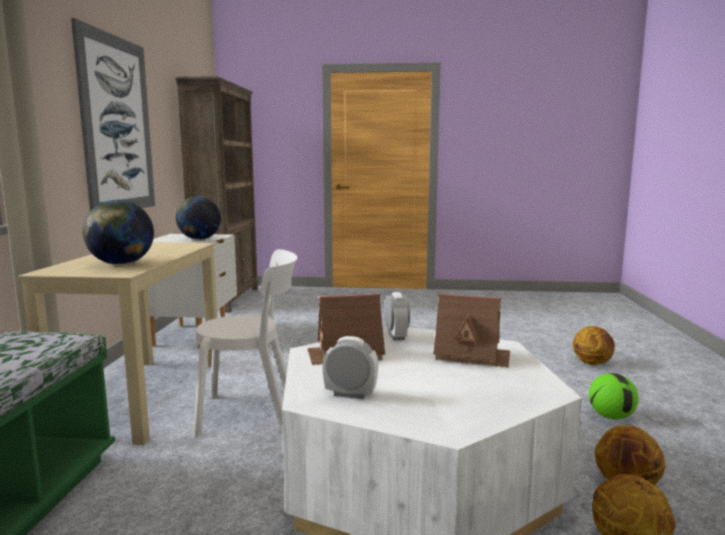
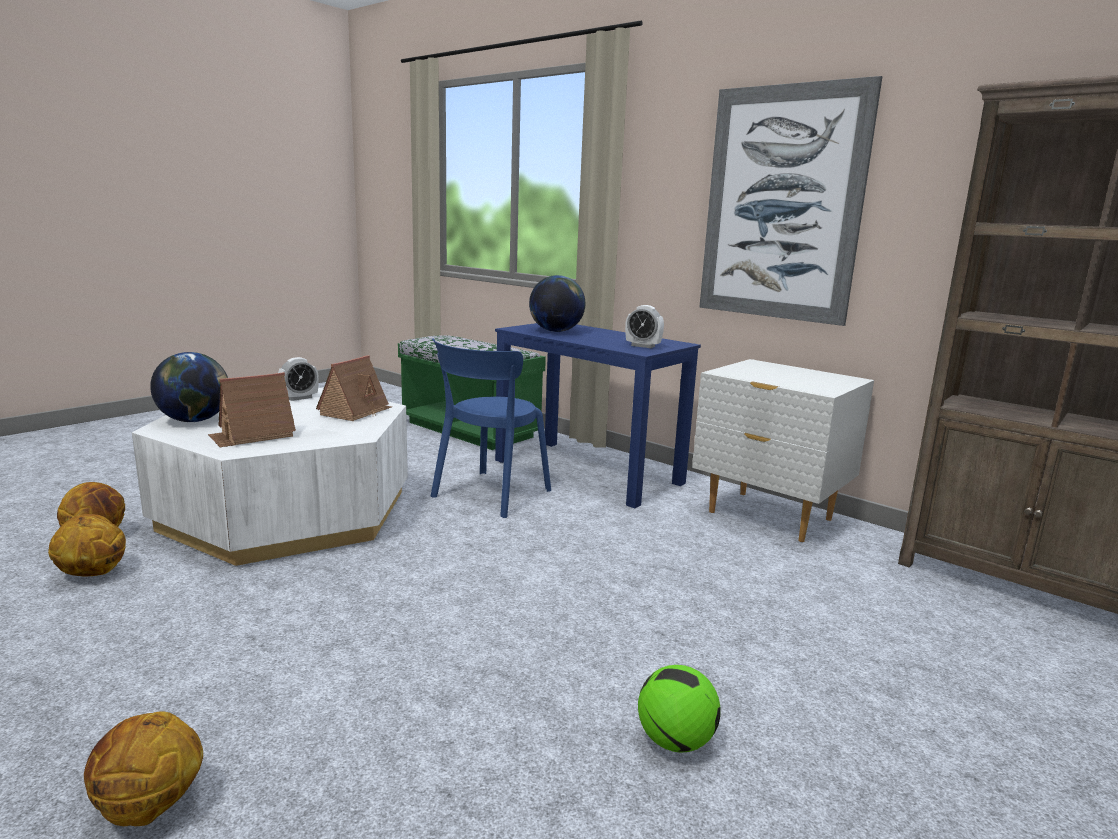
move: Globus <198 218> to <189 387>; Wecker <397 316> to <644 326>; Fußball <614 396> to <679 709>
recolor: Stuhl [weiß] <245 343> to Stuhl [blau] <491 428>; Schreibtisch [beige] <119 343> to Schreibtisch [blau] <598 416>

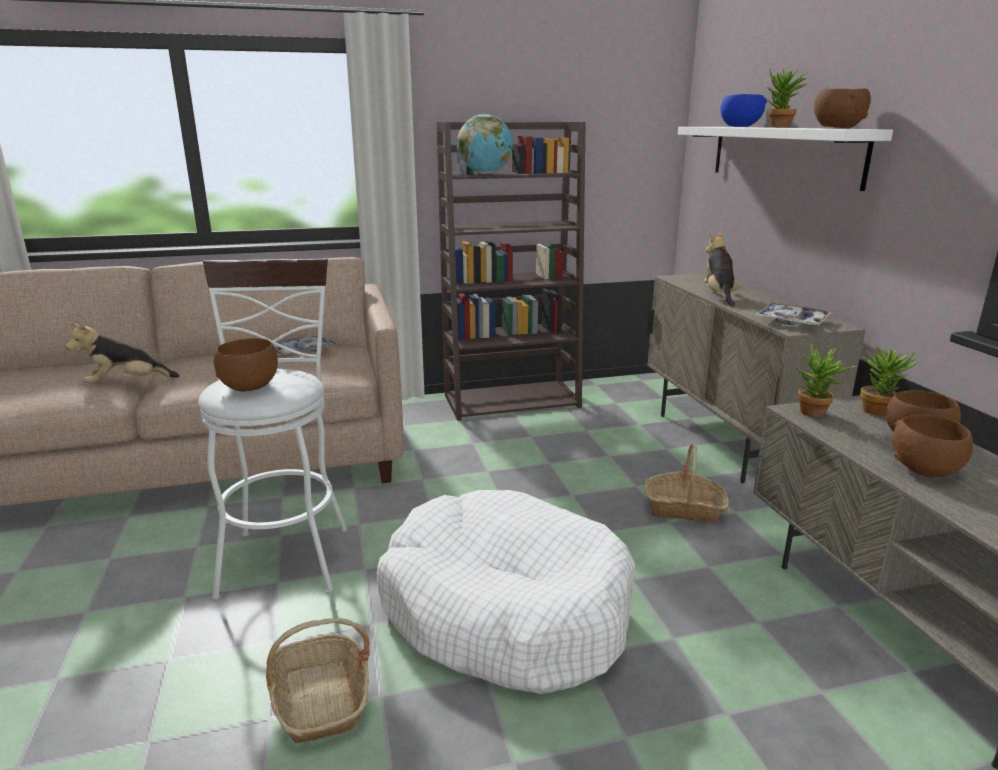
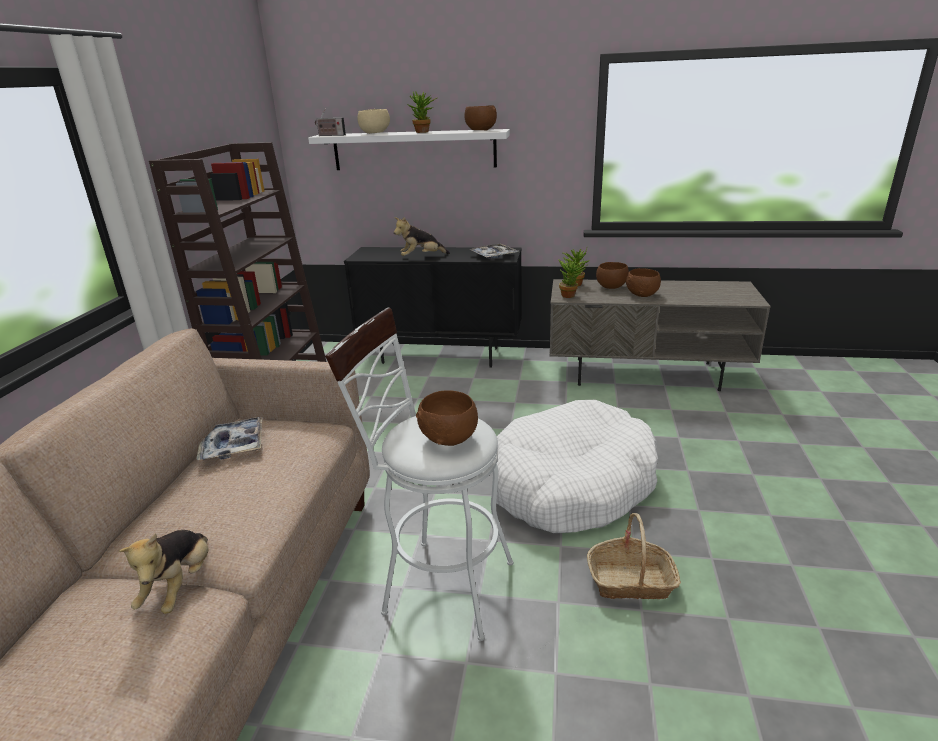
delete: Globus <485 144>; Korb <686 483>
insert: Radio <330 122>
recolor: Schrank [beige] <756 378> to Schrank [schwarz] <433 307>; Schüssel [blau] <743 110> to Schüssel [beige] <373 121>
rotate: Plüschtier <723 269> = <422 236> 45 degrees counterclockwise

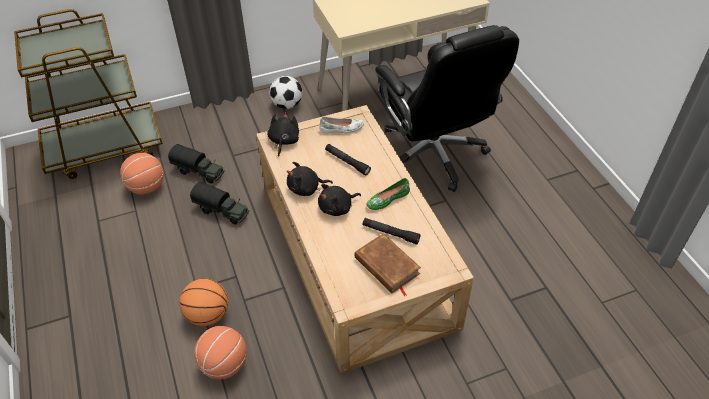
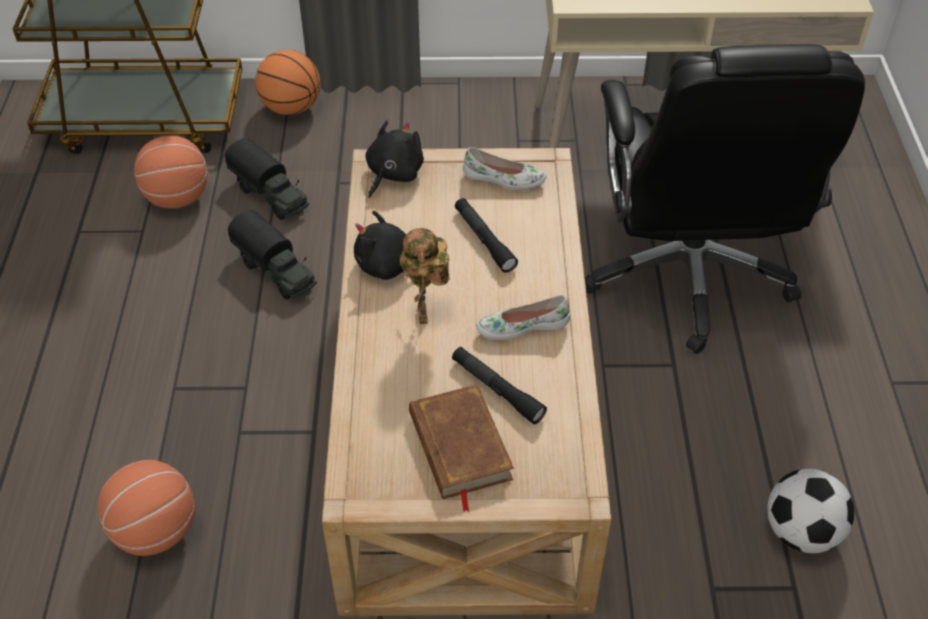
move: Basketball <203 302> to <287 82>; Fußball <285 92> to <810 511>
replace: Plüschtier [schwarz] <339 200> to Spielzeugroboter <425 276>
recolor: Schuh [grün] <388 194> to Schuh [weiß] <523 317>

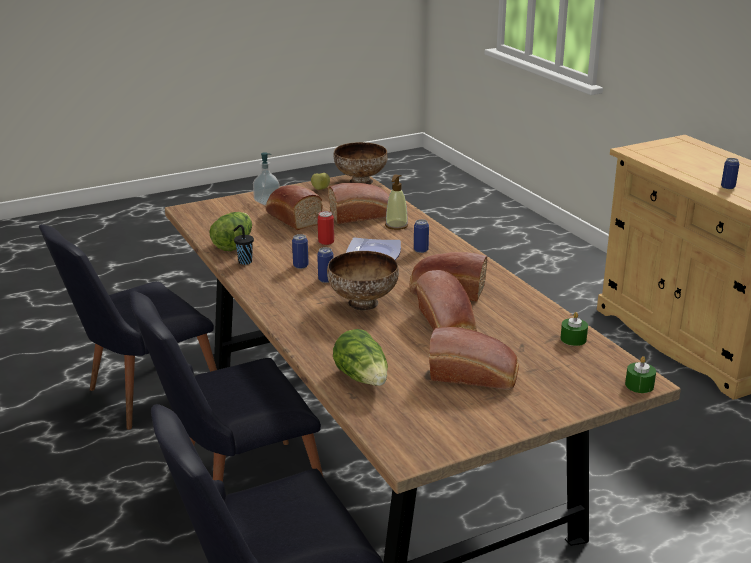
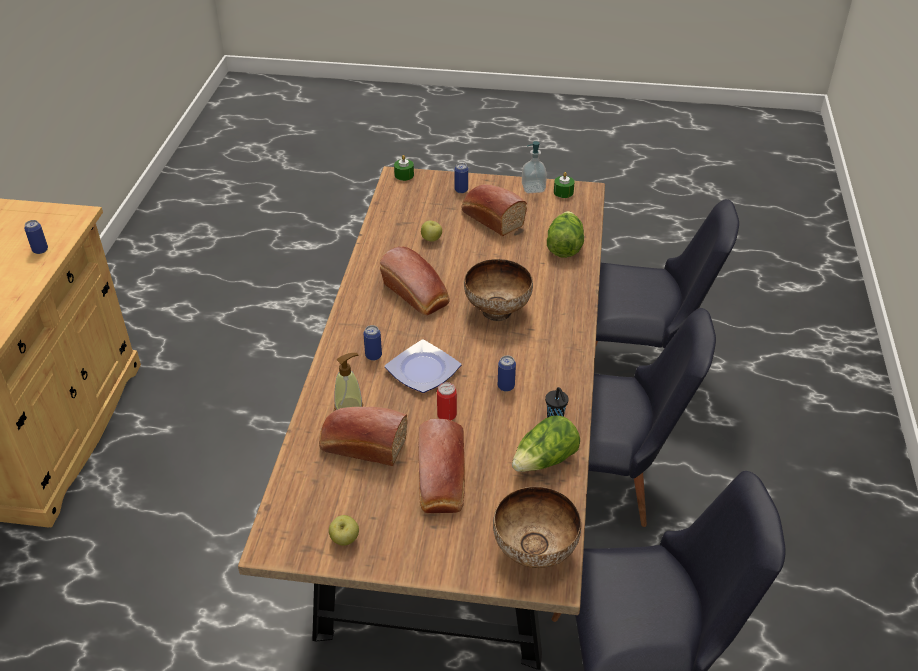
delete: Brot <446 300>
insert: Apfel <431 231>
move: Dose <325 265> to <461 178>; Schüssel <361 163> to <537 527>; Seifenspender <266 178> to <534 167>; Kerze [grün] <574 329> to <564 185>

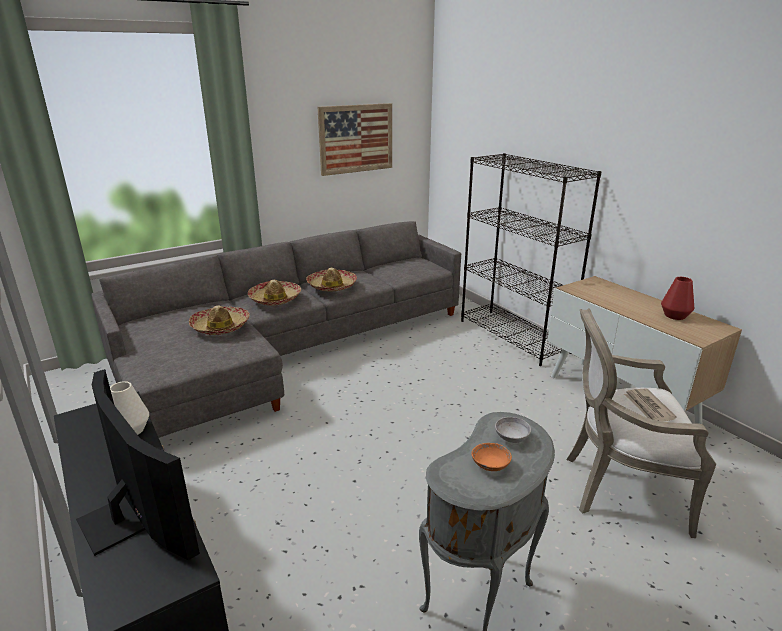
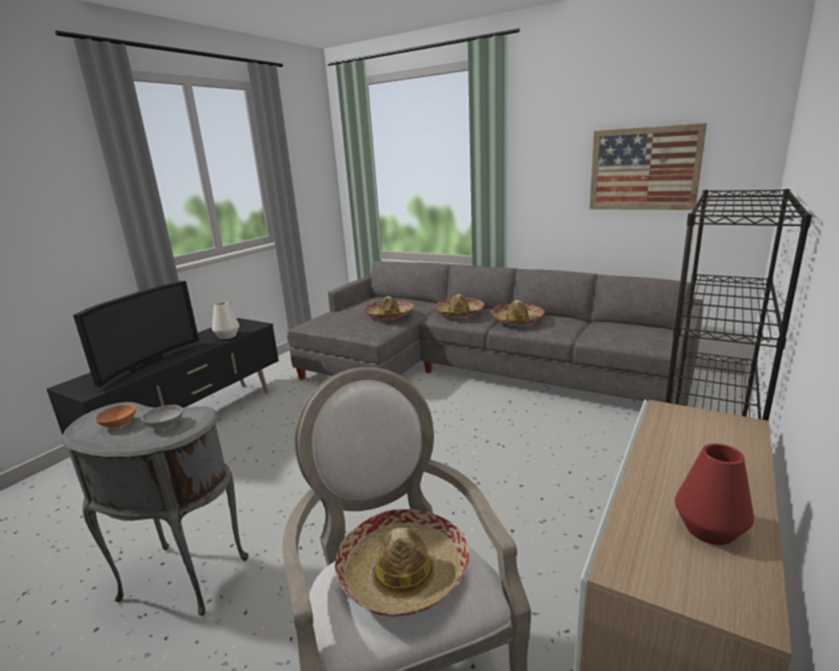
replace: Zeitung <650 405> to Hut <402 563>

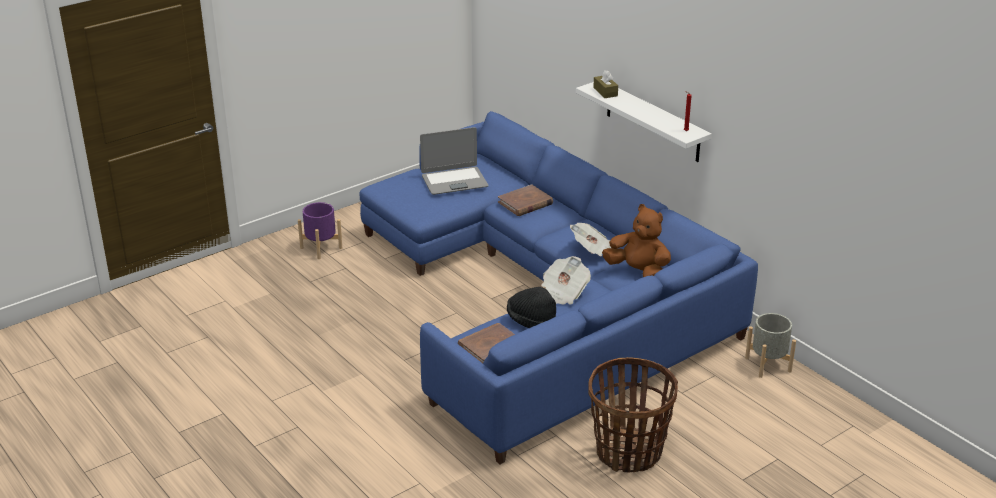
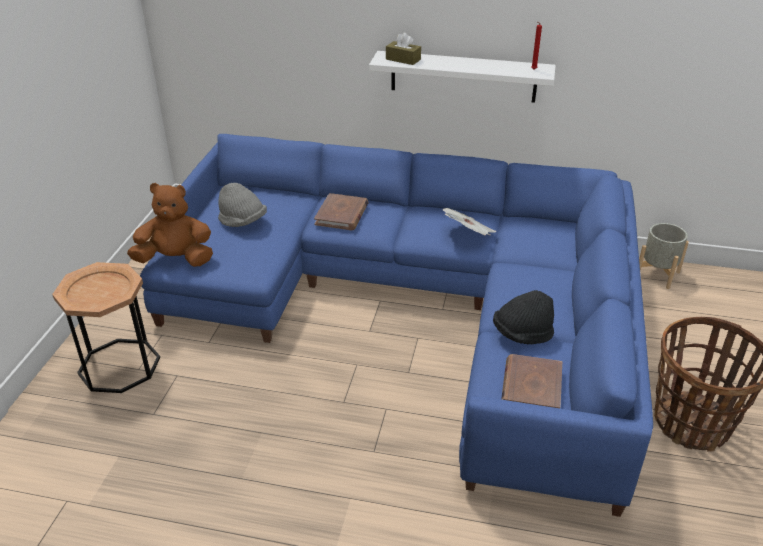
delete: Zeitung <566 280>
move: Plüschtier [braun] <636 240> to <170 225>
replace: Pflanzkübel [lila] <320 230> to Beistelltisch [braun] <106 327>; Laptop <454 161> to Hut [grau] <242 205>

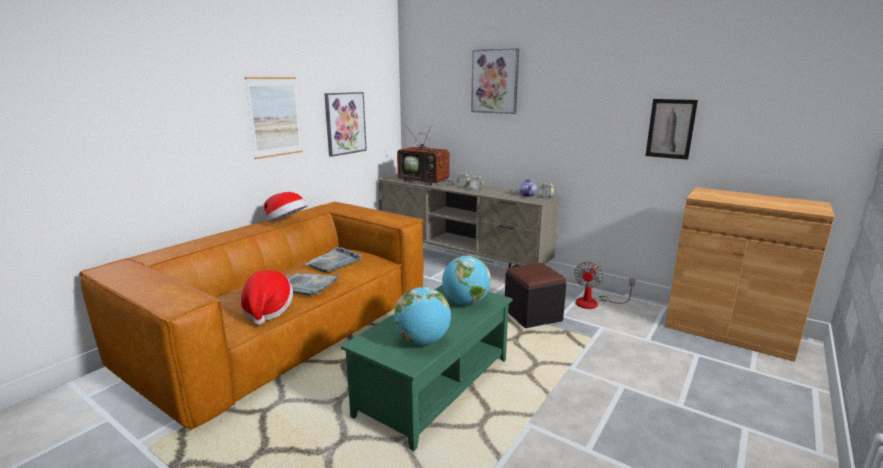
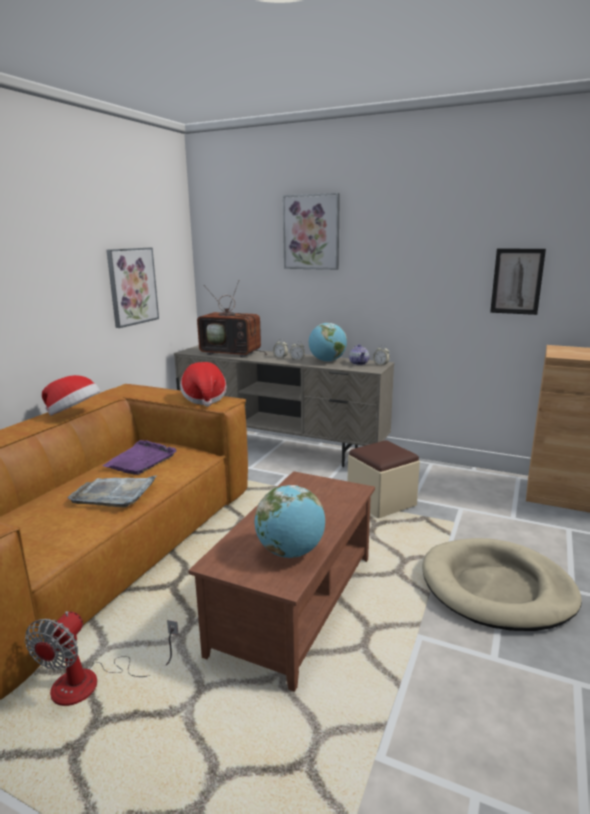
delete: Bild <274 118>
insert: Hundebett [beige] <502 584>
move: Ventilator <605 285> to <102 658>; Hut <266 297> to <203 384>; Globus <466 280> to <328 342>
recolor: Tablett [grau] <333 260> to Tablett [lila] <139 457>; Couchtisch [grün] <427 368> to Couchtisch [braun] <281 581>; Polsterhocker [schwarz] <536 295> to Polsterhocker [beige] <384 479>

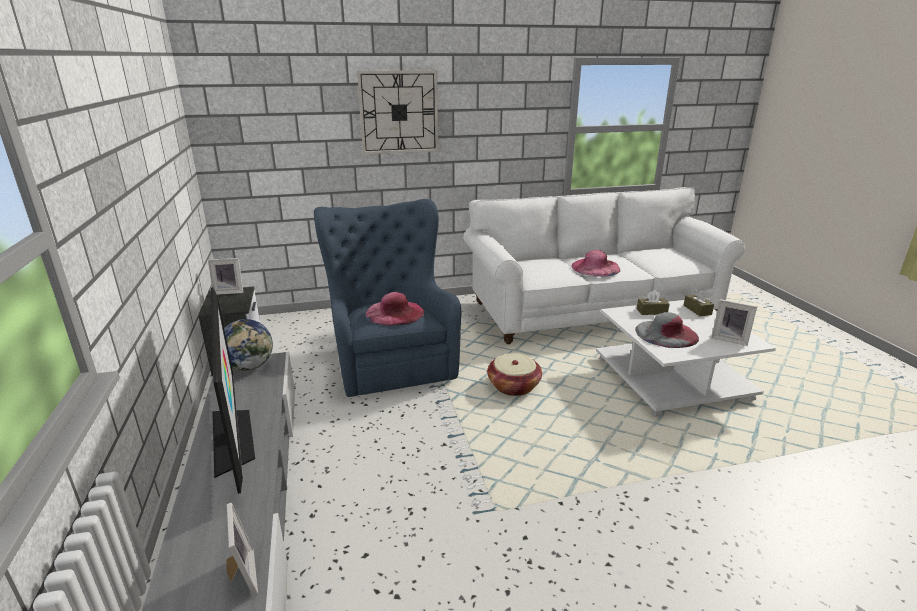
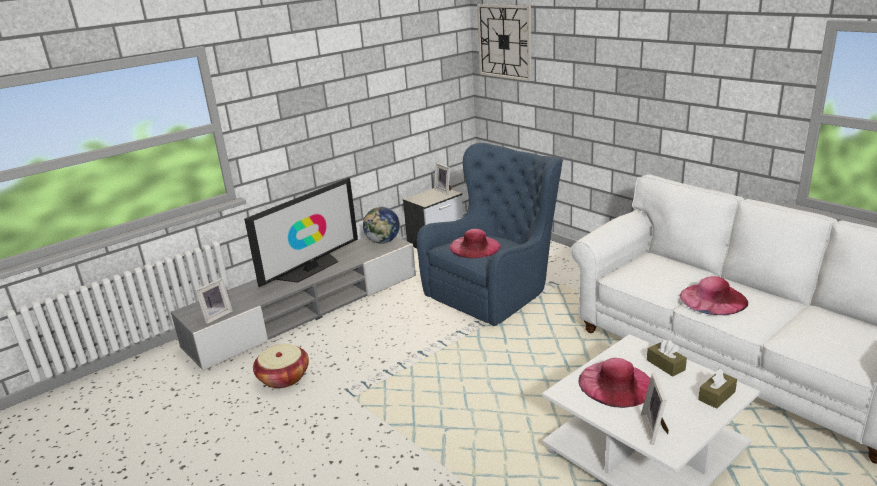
move: Korb <514 374> to <281 366>; Wanduhr <397 112> to <504 42>
recolor: Hut [grau] <667 330> to Hut [rosa] <614 383>

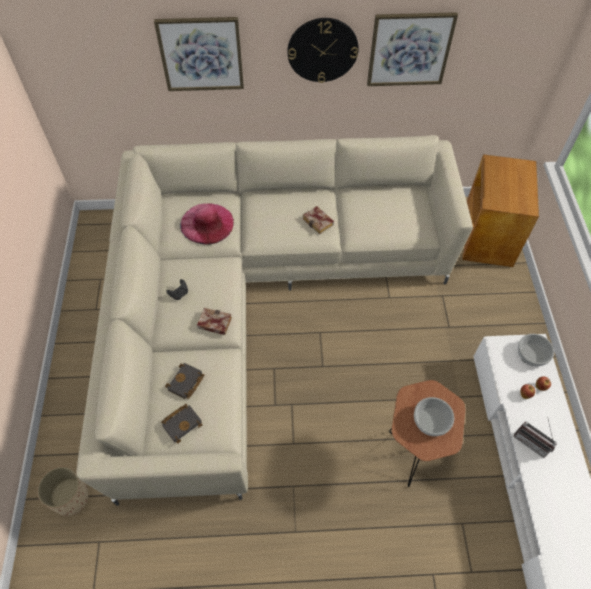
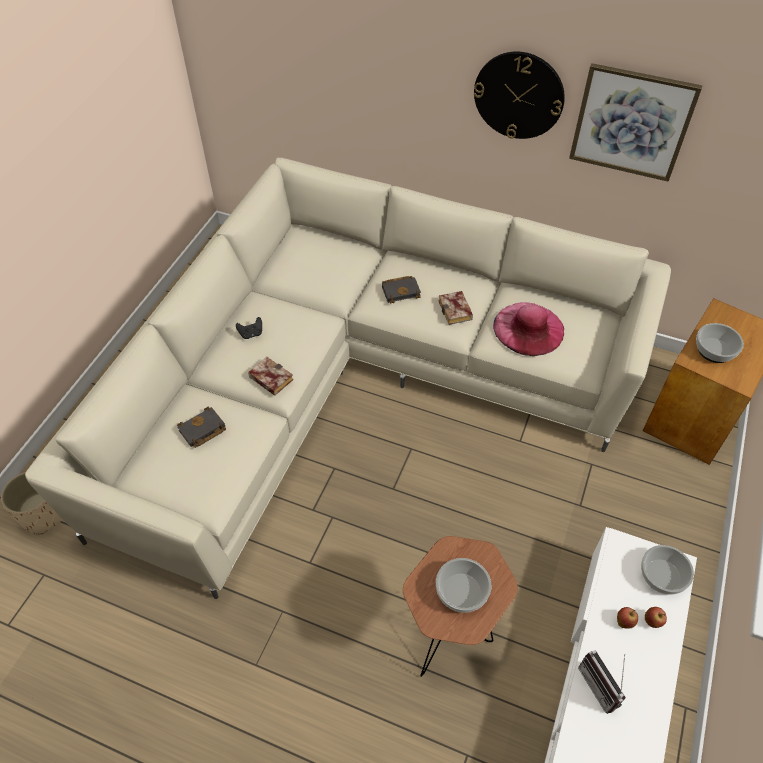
delete: Bild <199 54>
insert: Schüssel <720 343>
move: Buch [schwarz] <182 424> to <401 290>; Hut [rosa] <207 224> to <528 329>

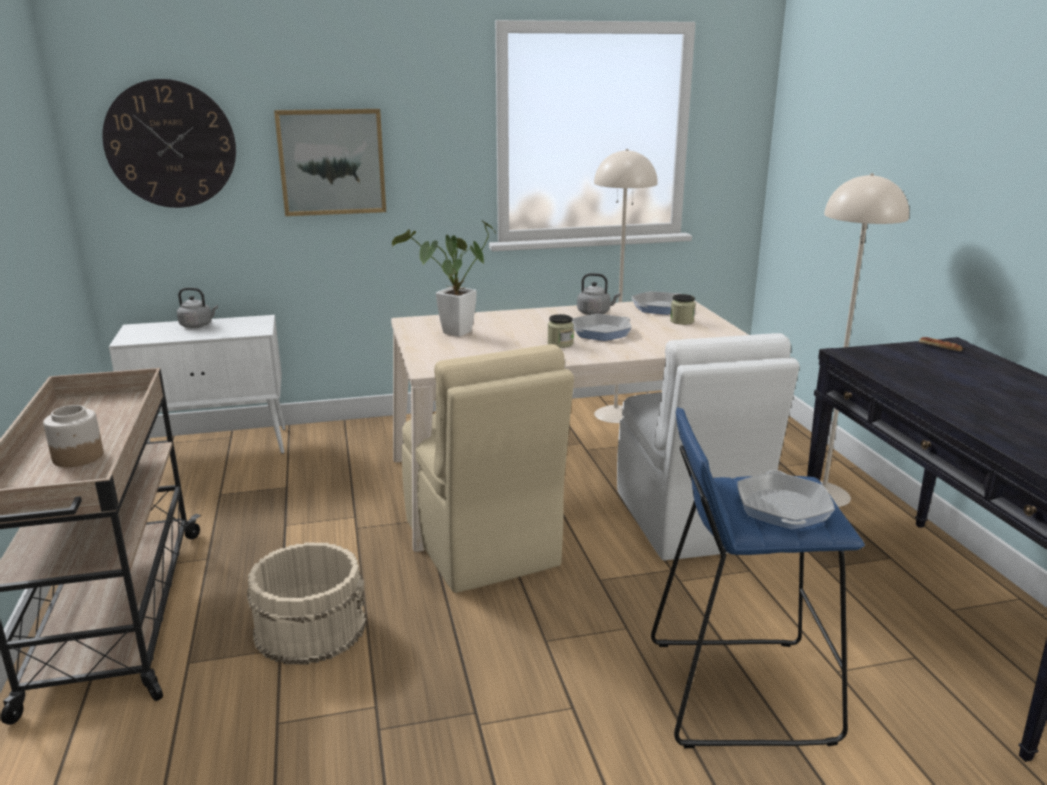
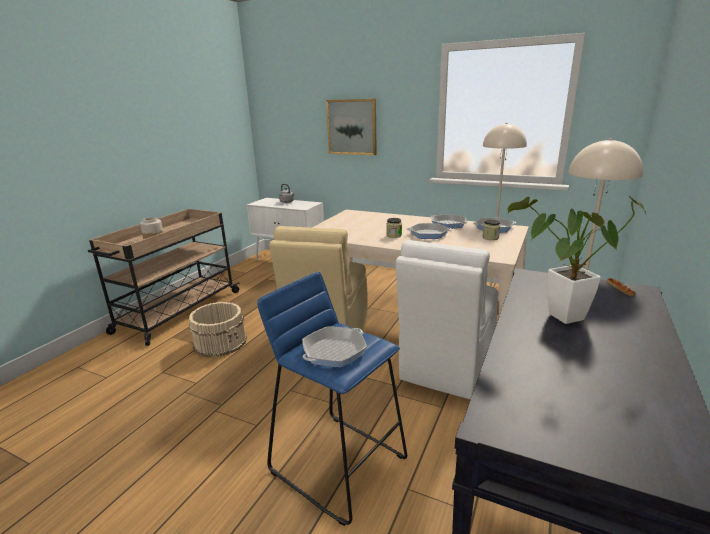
delete: Wanduhr <169 143>
move: Topfpflanze <444 278> to <576 260>
replace: Wasserkessel [grau] <598 294> to Pfanne <449 221>

